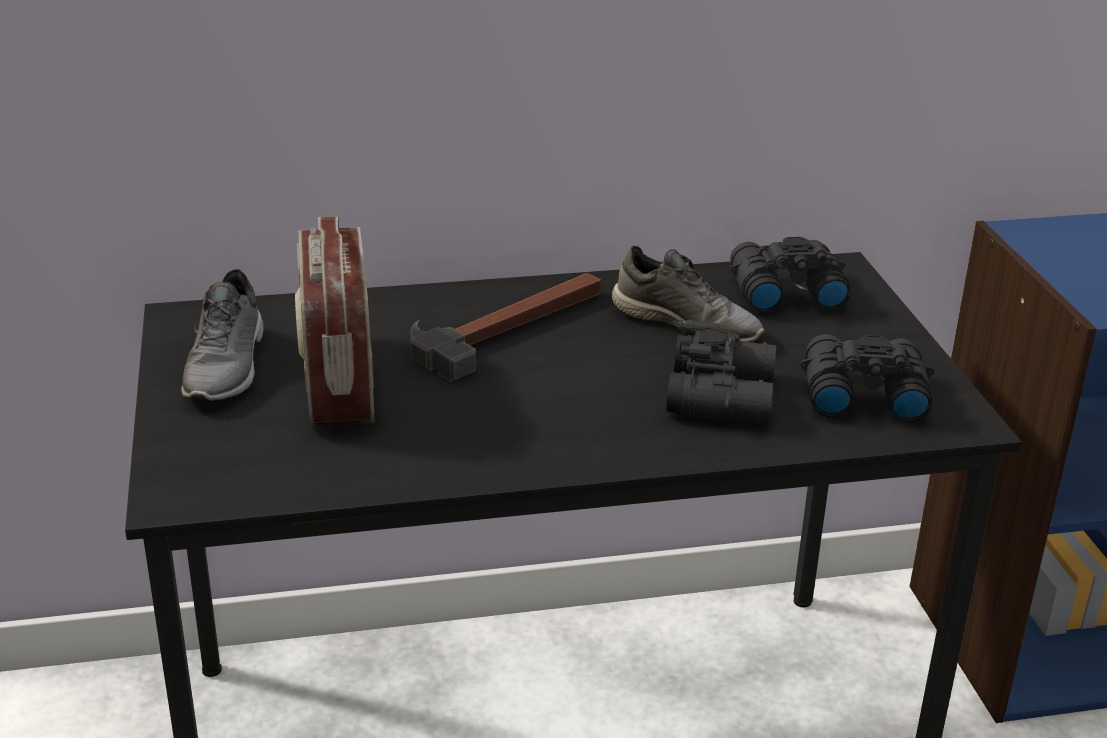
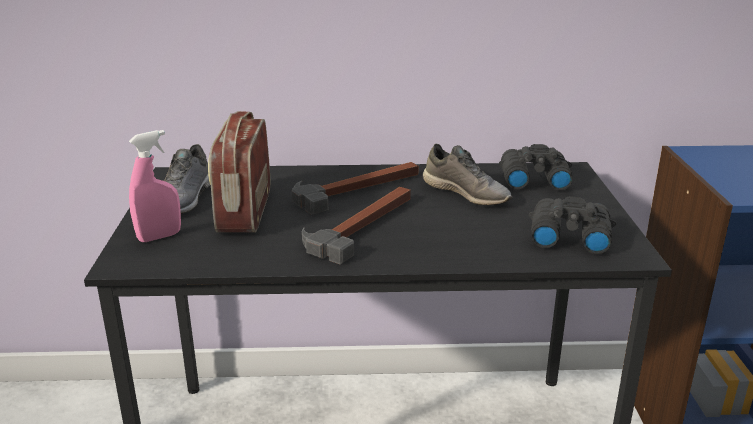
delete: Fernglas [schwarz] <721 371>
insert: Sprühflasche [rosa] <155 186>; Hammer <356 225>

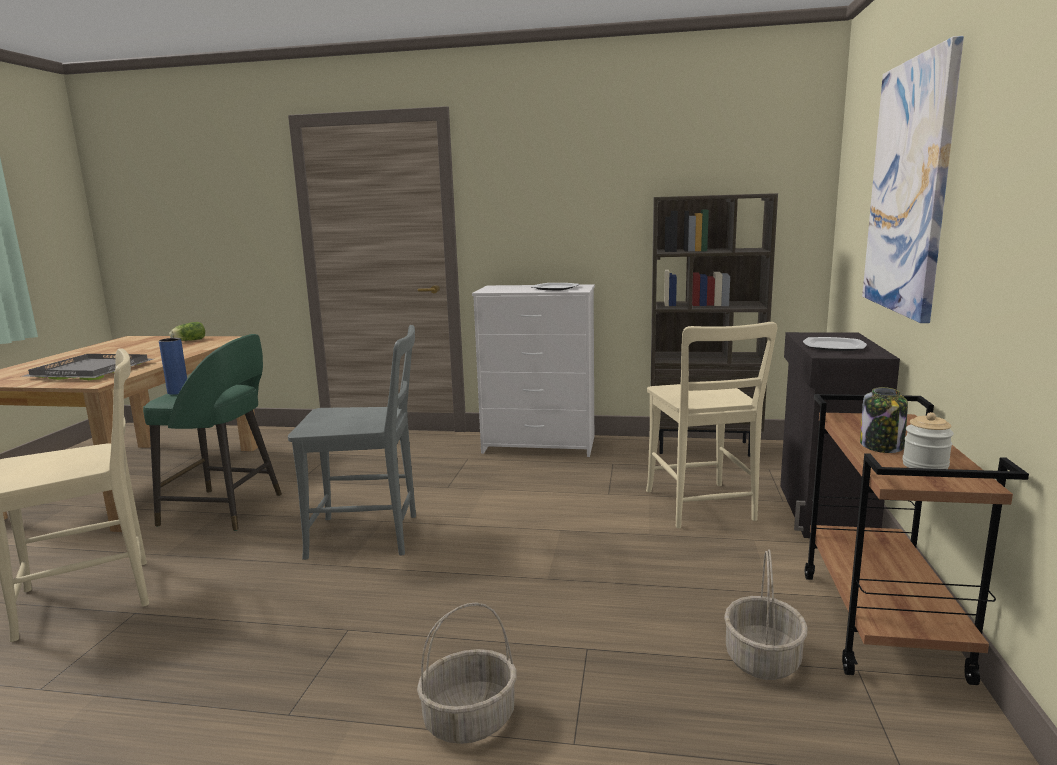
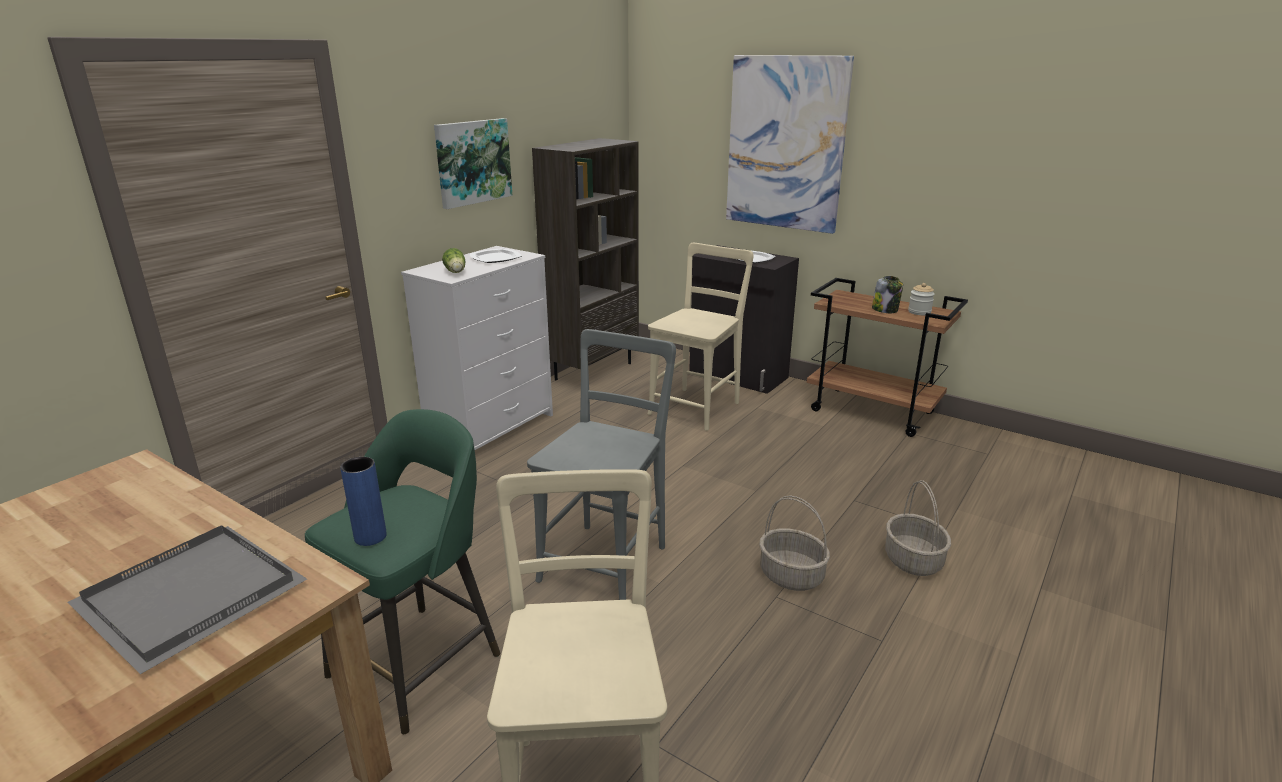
insert: Bild <473 163>
move: Salatkopf <187 331> to <454 260>; Korb <766 614> to <794 543>
rotate: Stuhl [beige] <711 425> = <701 337> 75 degrees counterclockwise

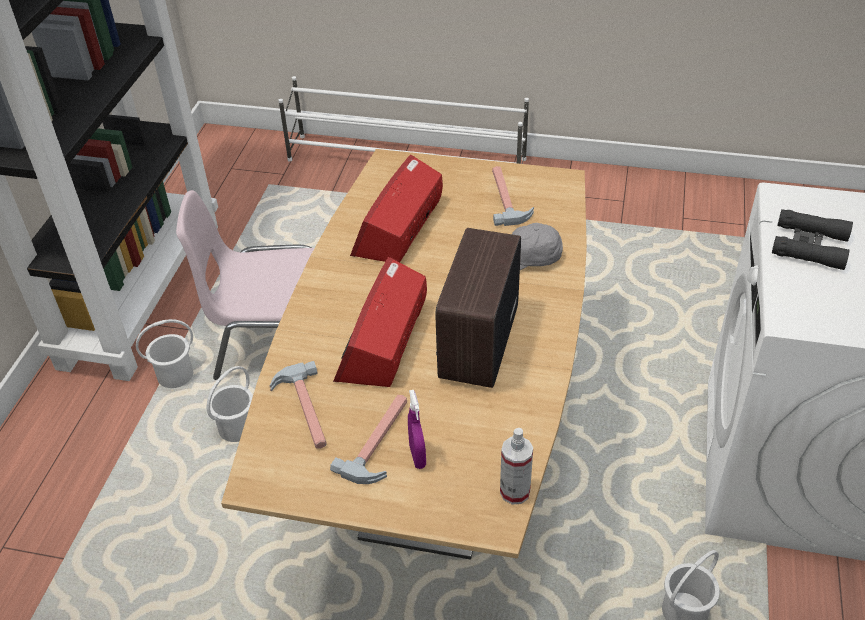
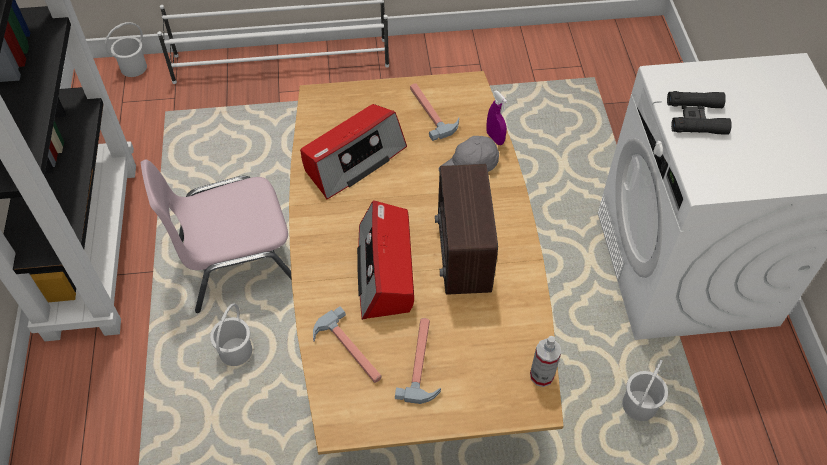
move: Eimer [weiß] <164 353> to <126 49>; Sprühflasche [lila] <417 429> to <496 118>
rotate: Radio <396 208> = <353 151> 135 degrees counterclockwise

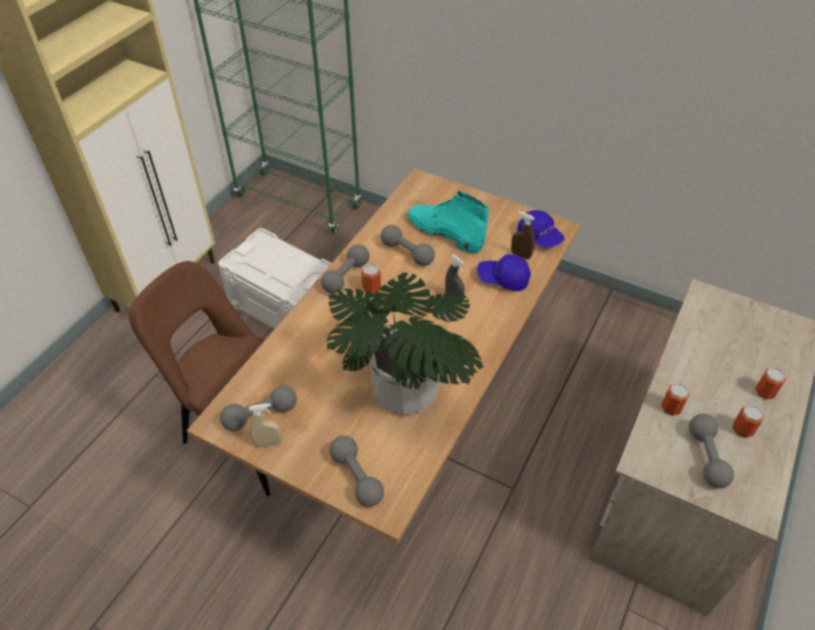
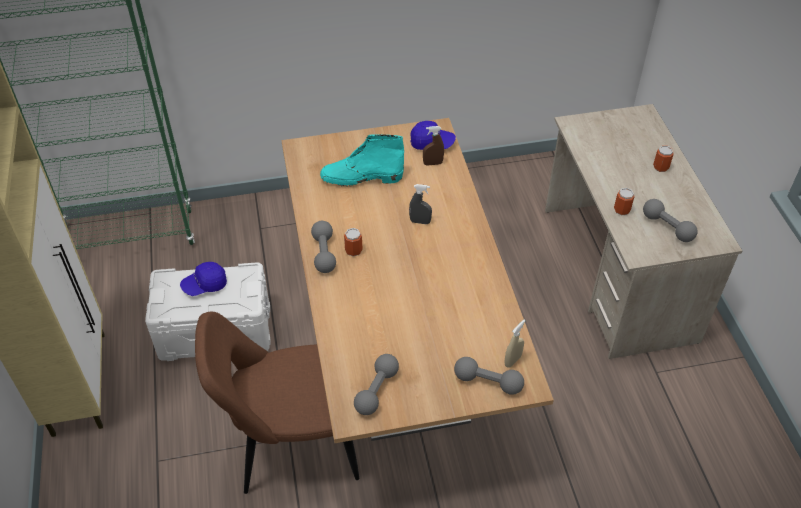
delete: Topfpflanze <405 344>; Hantel [grau] <408 245>; Dose <748 421>
move: Kappe [blau] <504 272> to <203 279>; Sprühflasche [beige] <265 425> to <514 344>

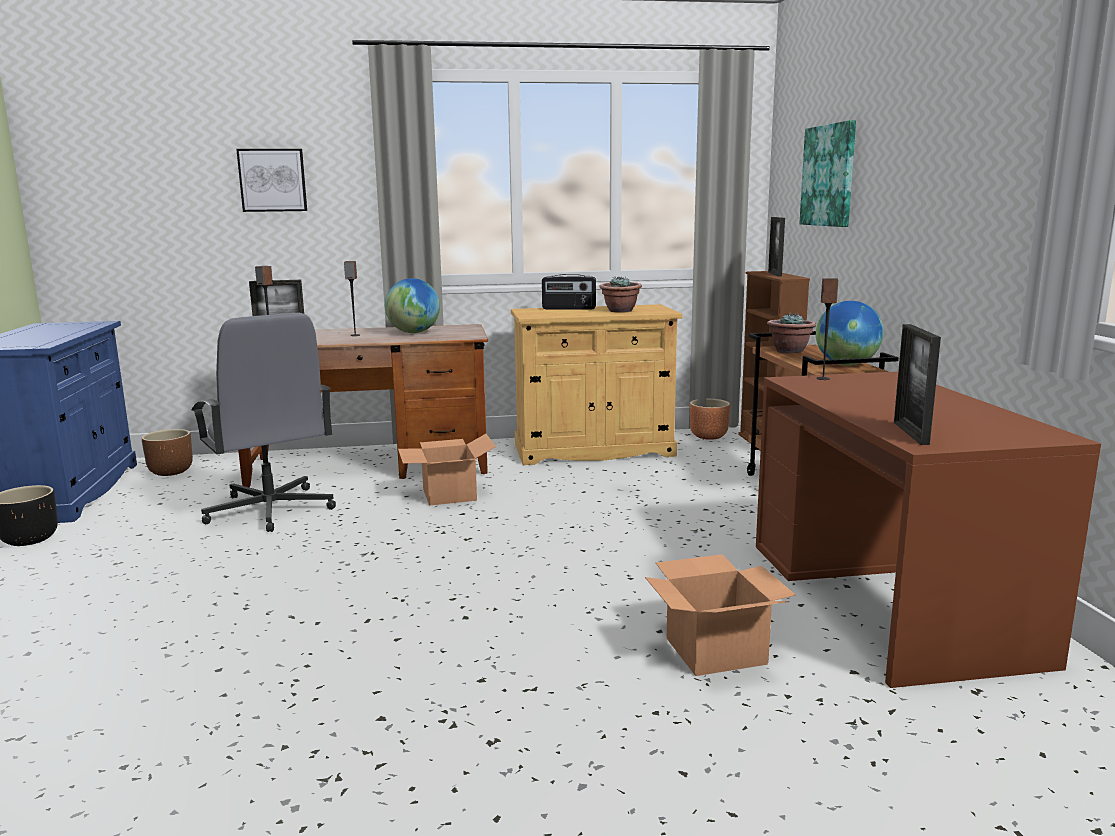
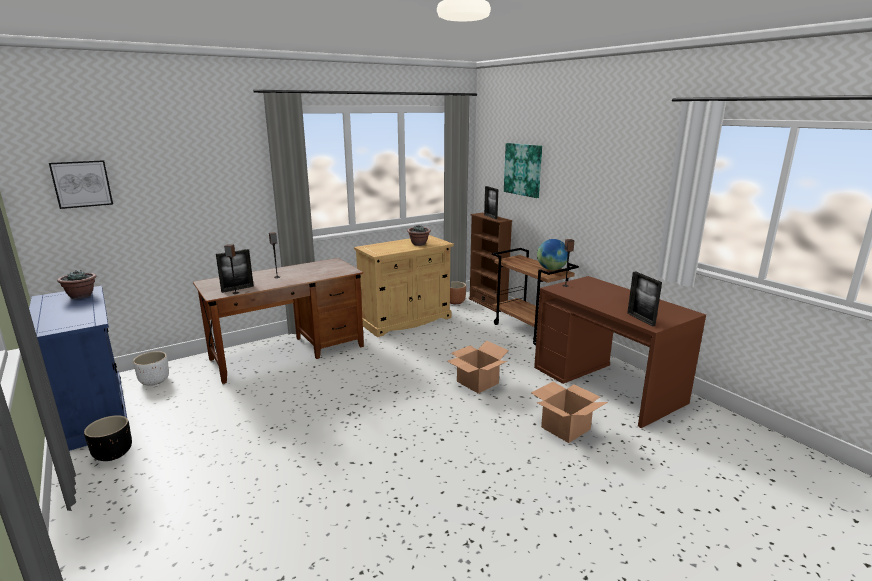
delete: Bürostuhl [grau] <264 422>; Globus <412 305>; Radio <569 291>
move: Bild <271 180> to <81 184>; Topfpflanze <791 332> to <76 284>; Karton <447 470> to <478 367>
recolor: Pflanzkübel [braun] <167 452> to Pflanzkübel [weiß] <151 368>

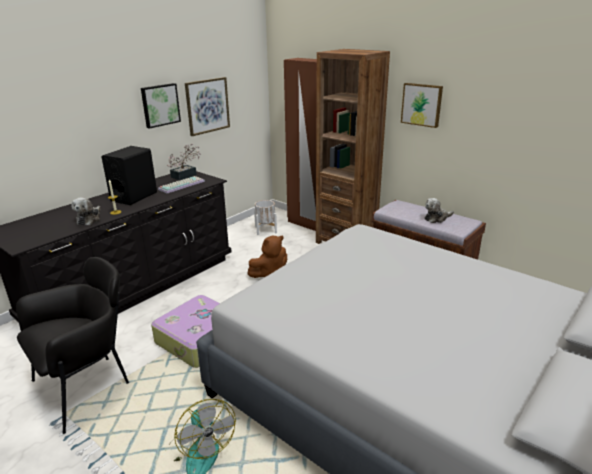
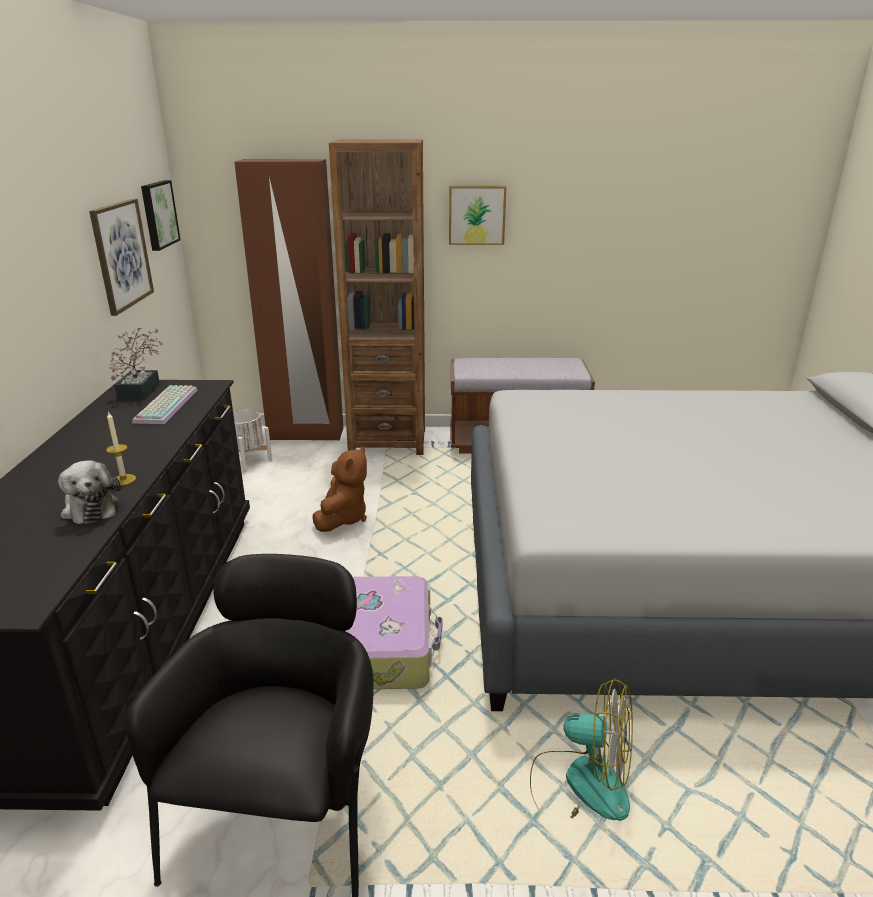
delete: Lautsprecher [schwarz] <129 175>; Plüschtier <439 210>
move: Bild <161 106> to <161 215>

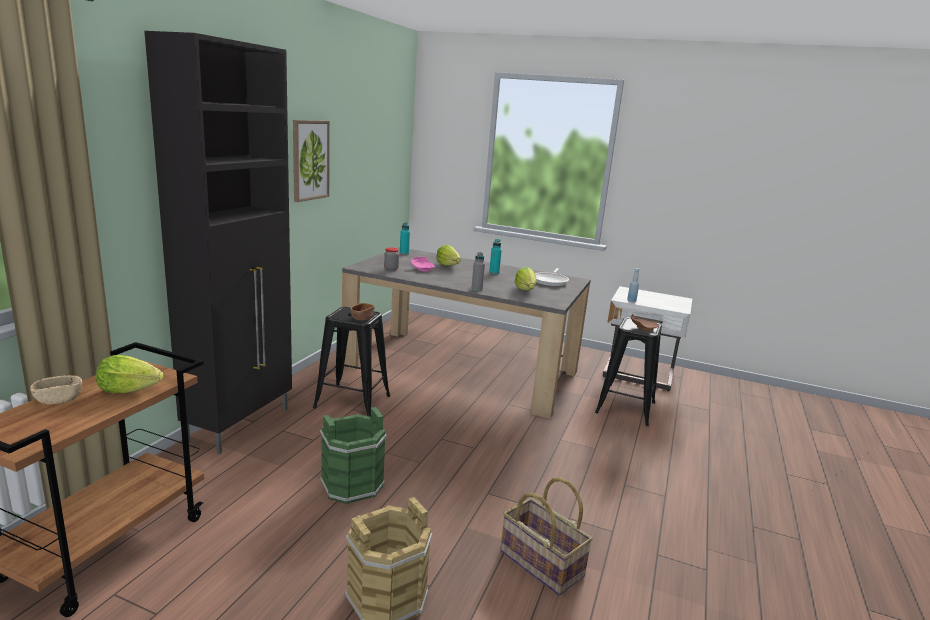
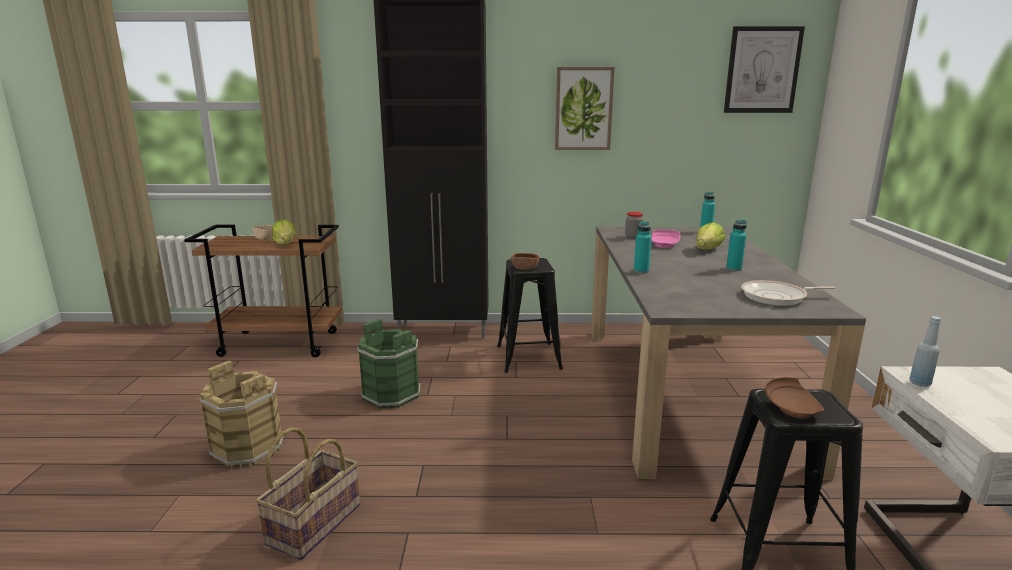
delete: Salatkopf <526 278>
insert: Bild <764 69>
recolor: Flasche [grau] <478 271> to Flasche [türkis] <643 247>

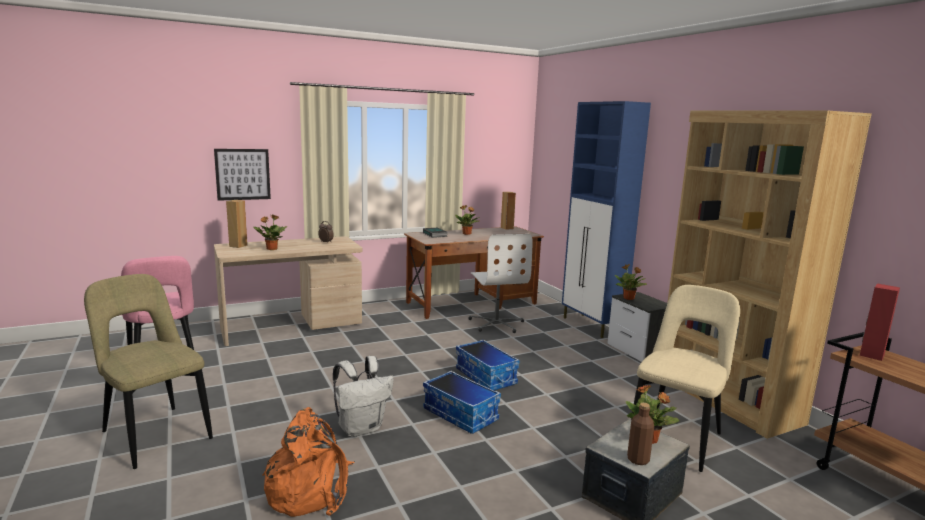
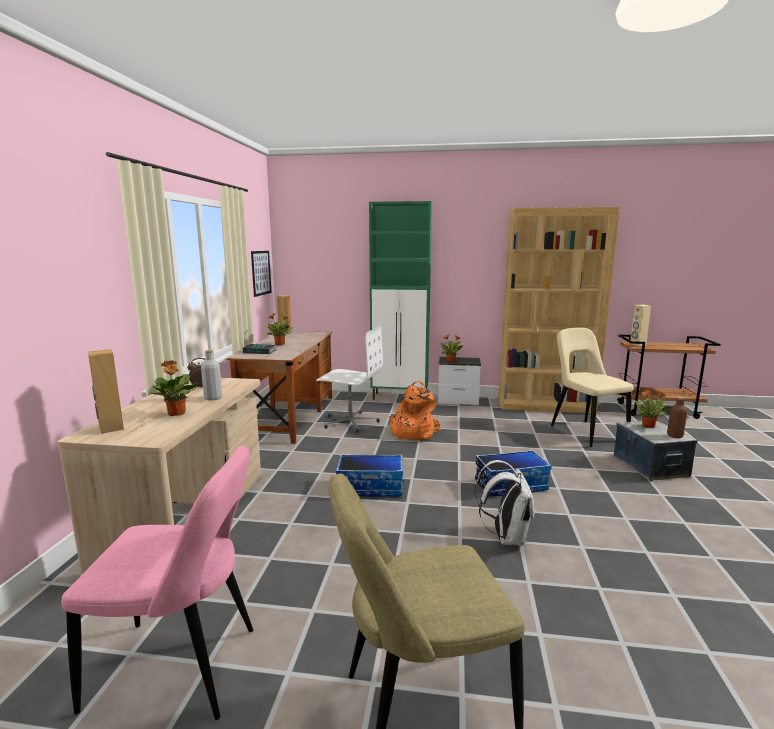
insert: Flasche [grau] <211 375>
move: Bild <242 175> to <261 274>; Aufbewahrungsbox <488 365> to <370 475>; Rucksack [orange] <308 462> to <415 410>
recolor: Schrank [blau] <606 219> to Schrank [grün] <400 300>; Lautsprecher [rot] <880 322> to Lautsprecher [beige] <640 325>

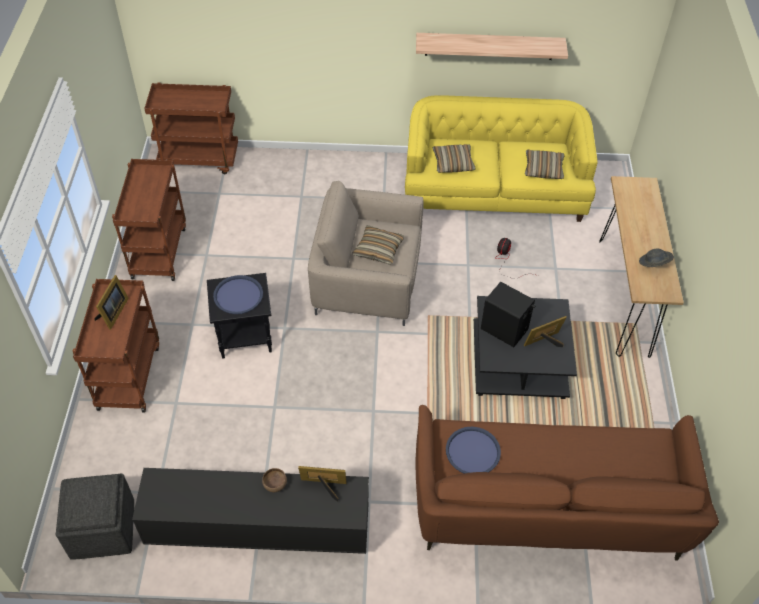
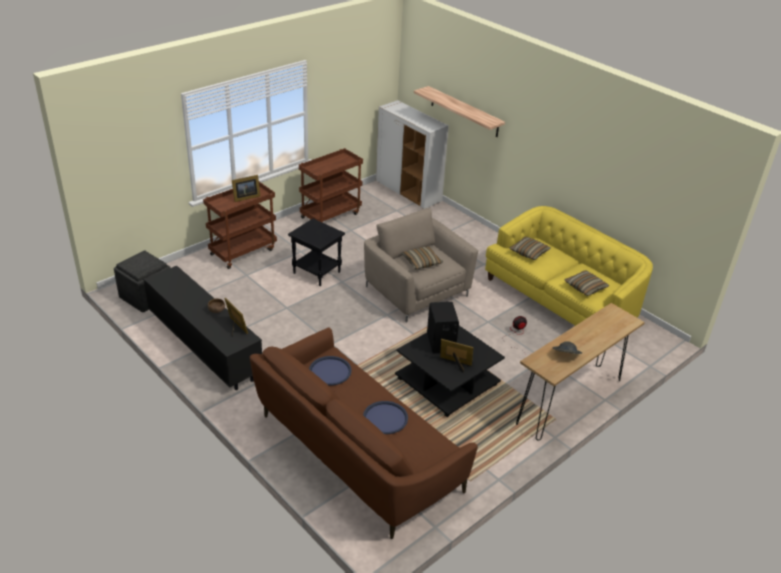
move: Tablett [blau] <238 294> to <385 417>; Wandregal <492 46> to <459 111>
replace: Rollwagen [braun] <191 128> to Schrank [weiß] <412 154>

